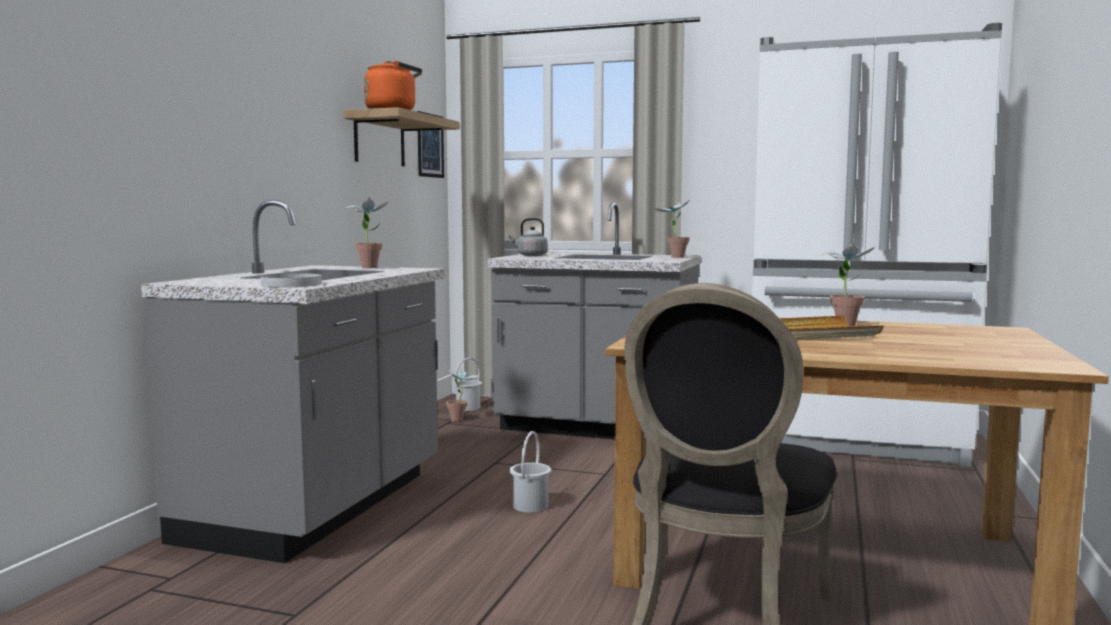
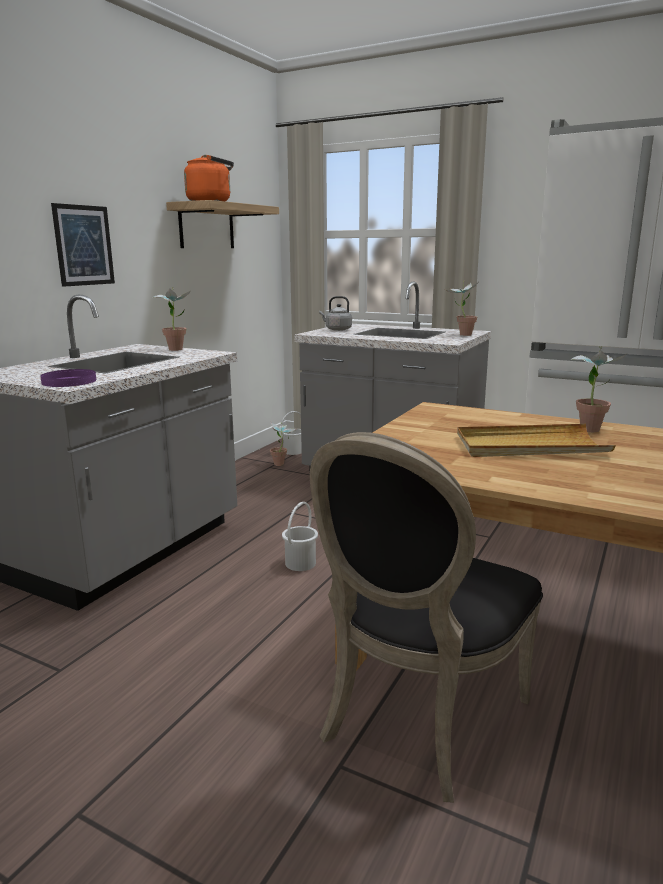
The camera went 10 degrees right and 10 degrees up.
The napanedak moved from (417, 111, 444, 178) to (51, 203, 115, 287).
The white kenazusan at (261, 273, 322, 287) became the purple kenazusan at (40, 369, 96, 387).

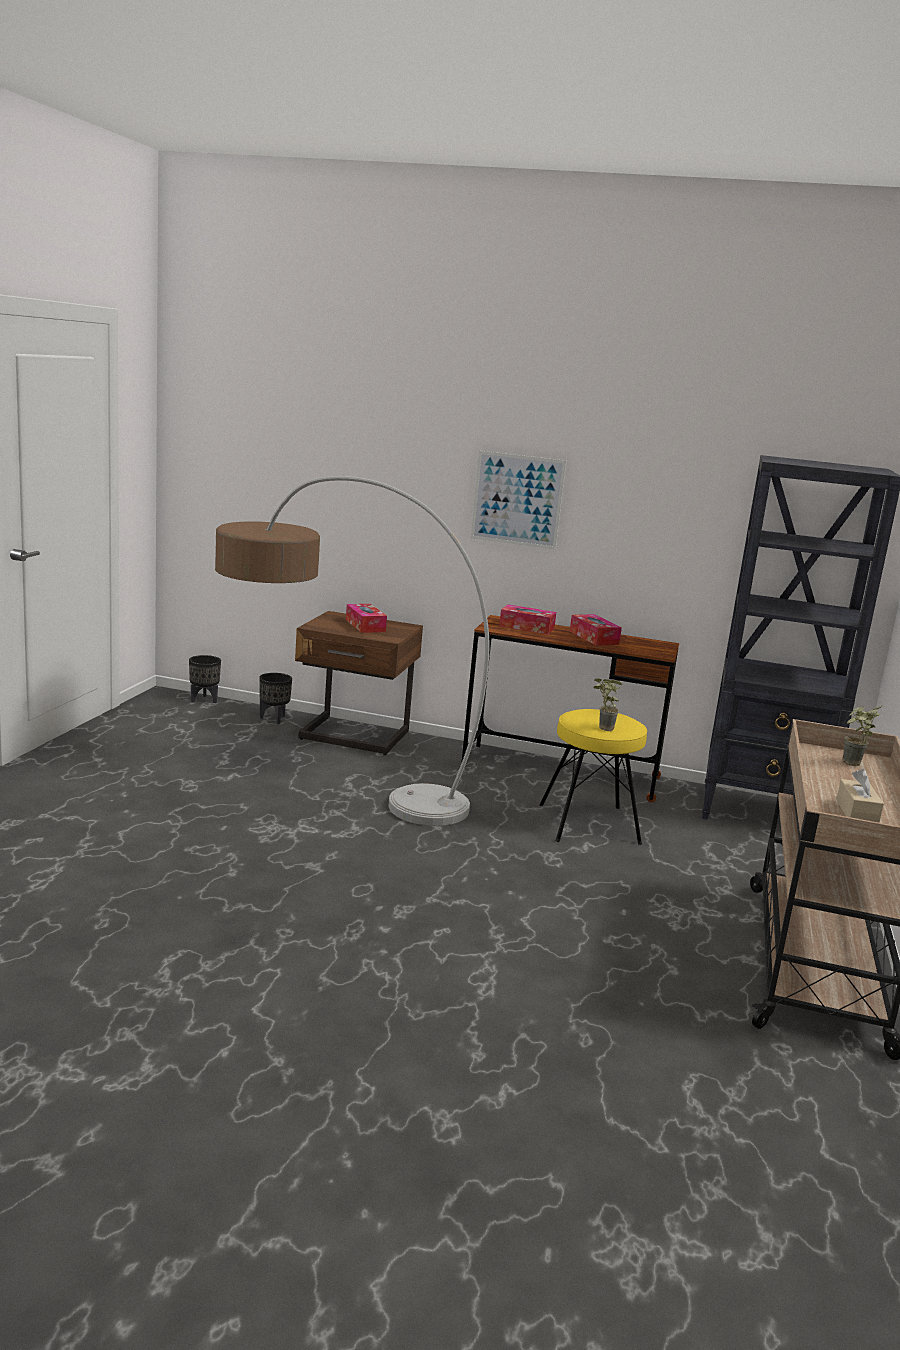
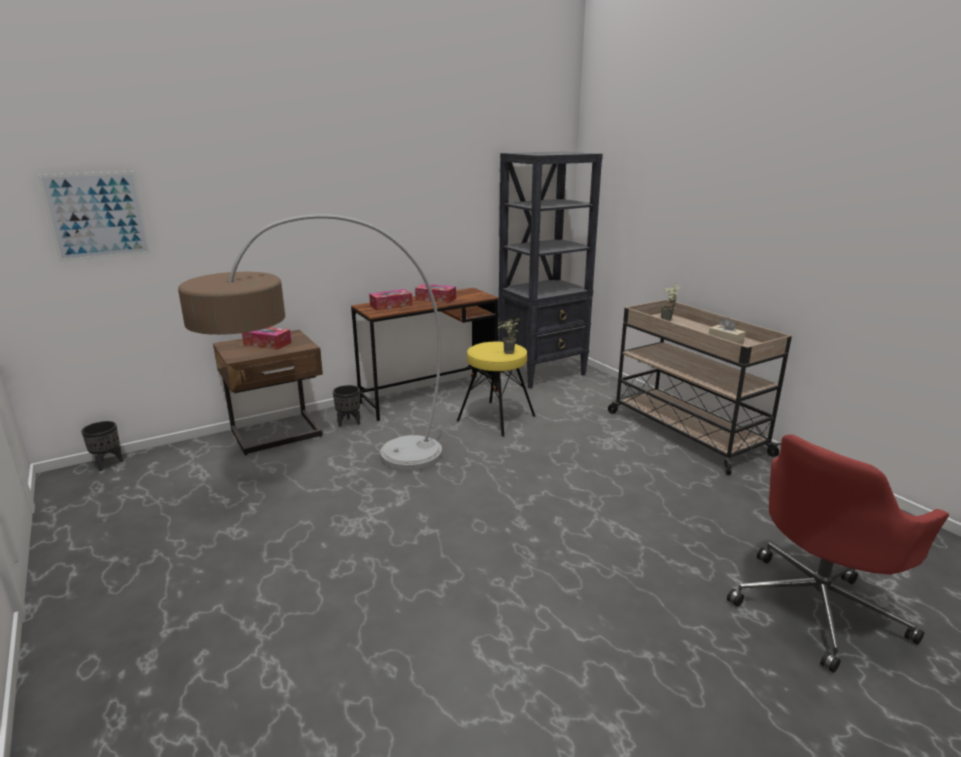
The camera went 45 degrees left and 5 degrees up.
The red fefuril at (727, 434, 949, 673) appeared.
The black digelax moved from (259, 673, 292, 724) to (333, 385, 360, 427).
The napanedak moved from (471, 451, 566, 549) to (38, 172, 151, 262).

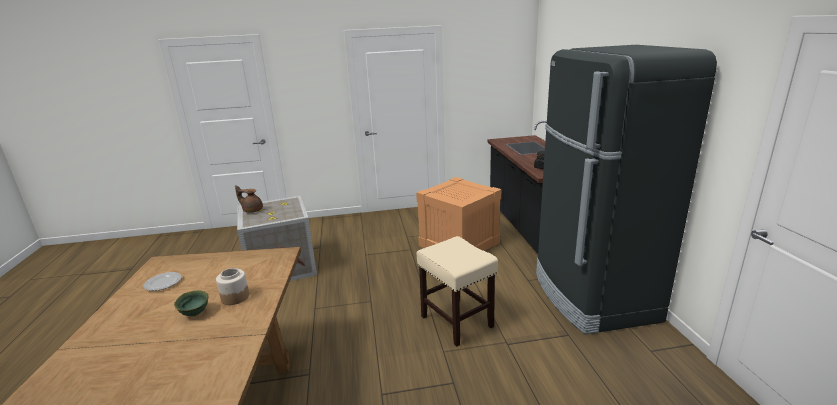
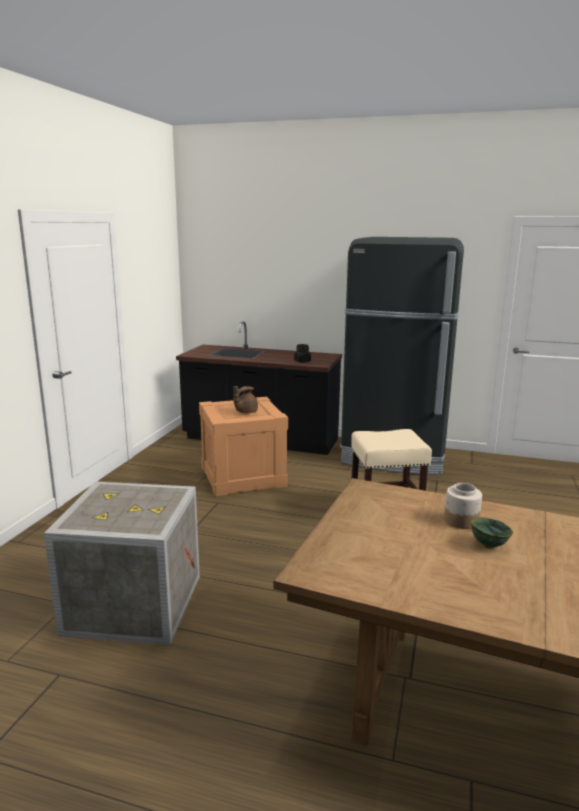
The camera went 65 degrees left and 5 degrees down.
The kenazusan at (143, 272, 182, 291) disappeared.
The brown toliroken moved from (235, 185, 263, 213) to (234, 386, 258, 413).

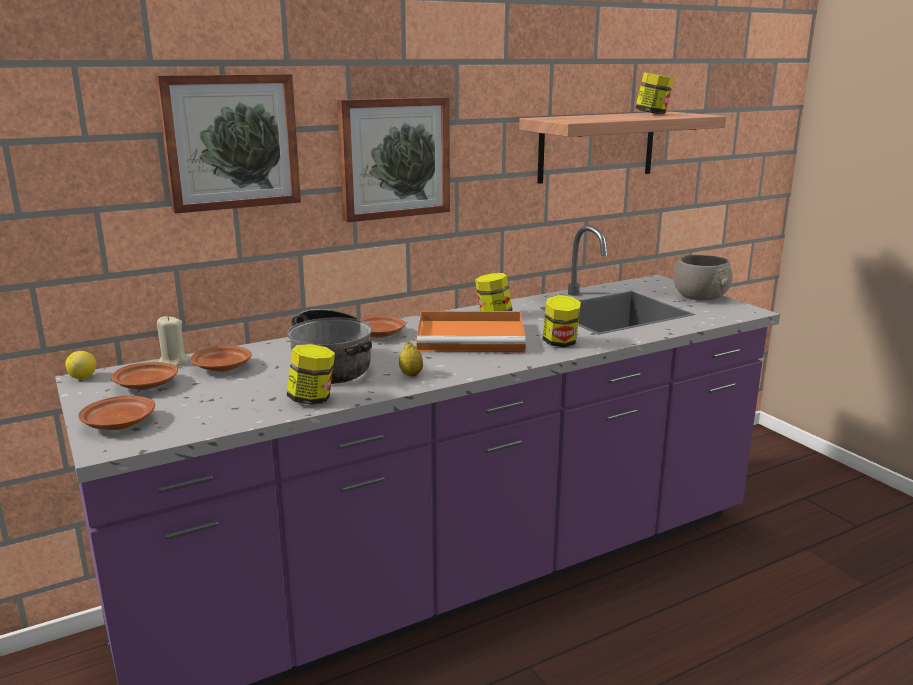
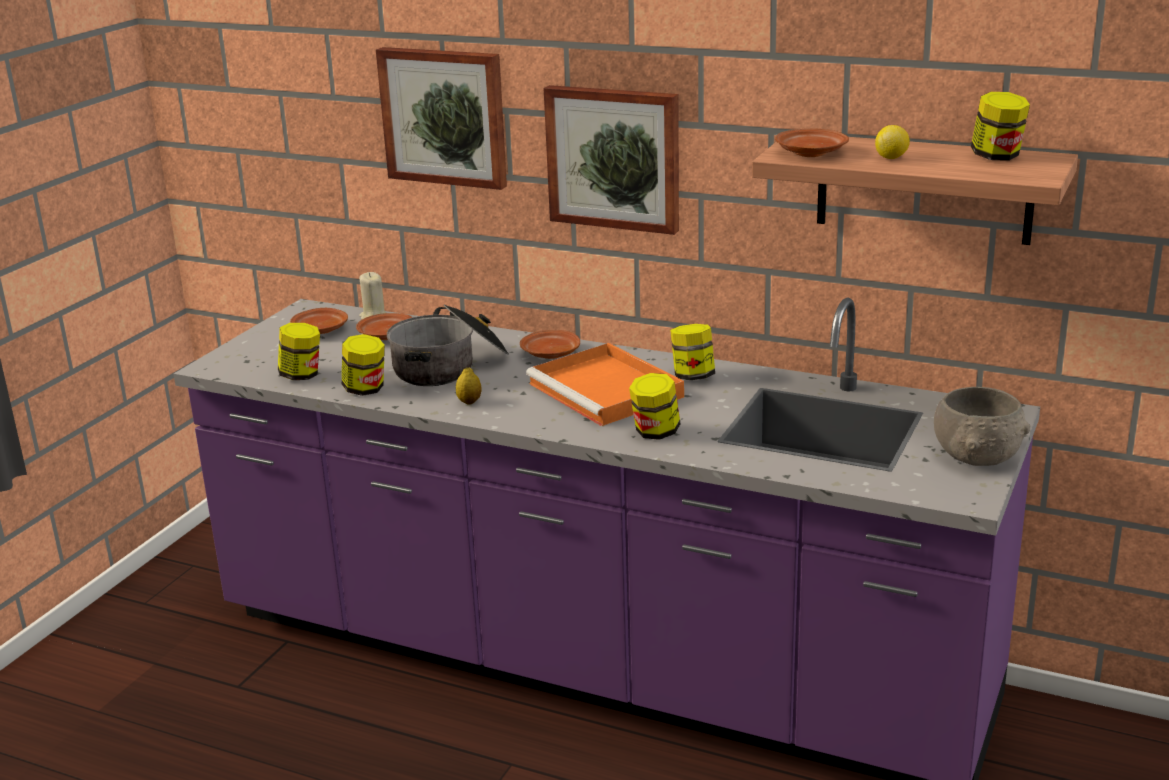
The camera went 55 degrees right and 5 degrees up.
The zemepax at (278, 323, 320, 380) appeared.
The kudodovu moved from (65, 351, 96, 379) to (875, 125, 910, 159).
The brown kenazusan moved from (78, 396, 155, 430) to (775, 129, 849, 157).

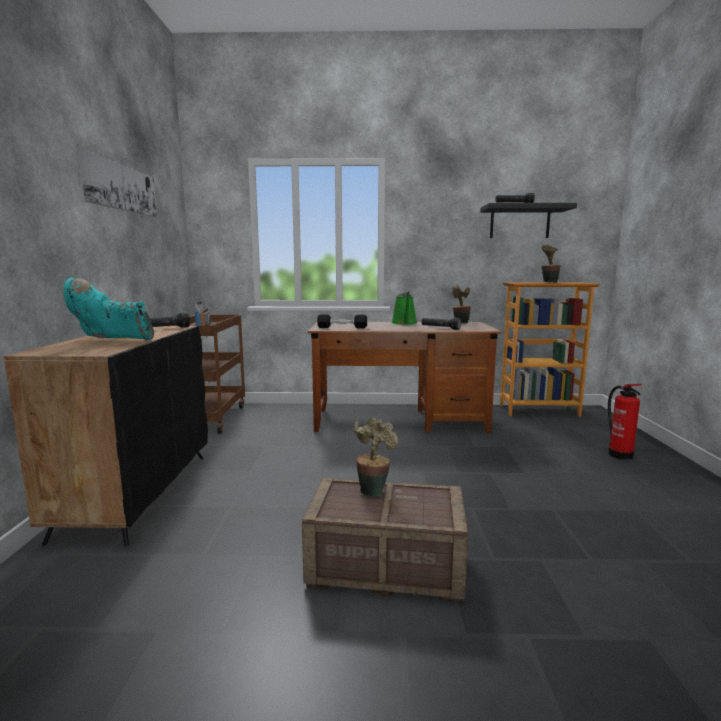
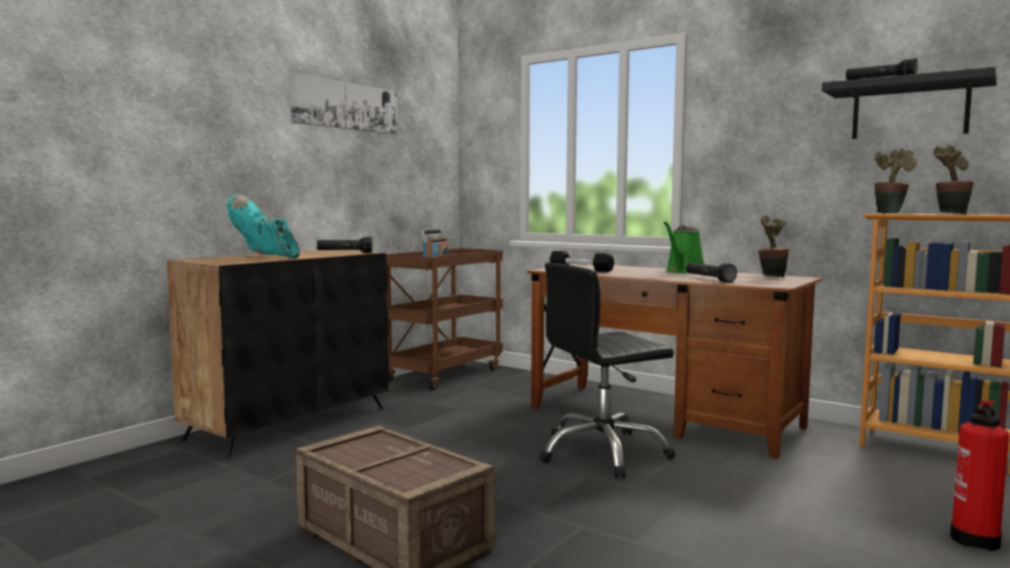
The camera went 35 degrees right and 5 degrees down.
The black fefuril at (539, 263, 675, 478) appeared.
The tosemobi moved from (354, 417, 398, 497) to (875, 148, 917, 214).

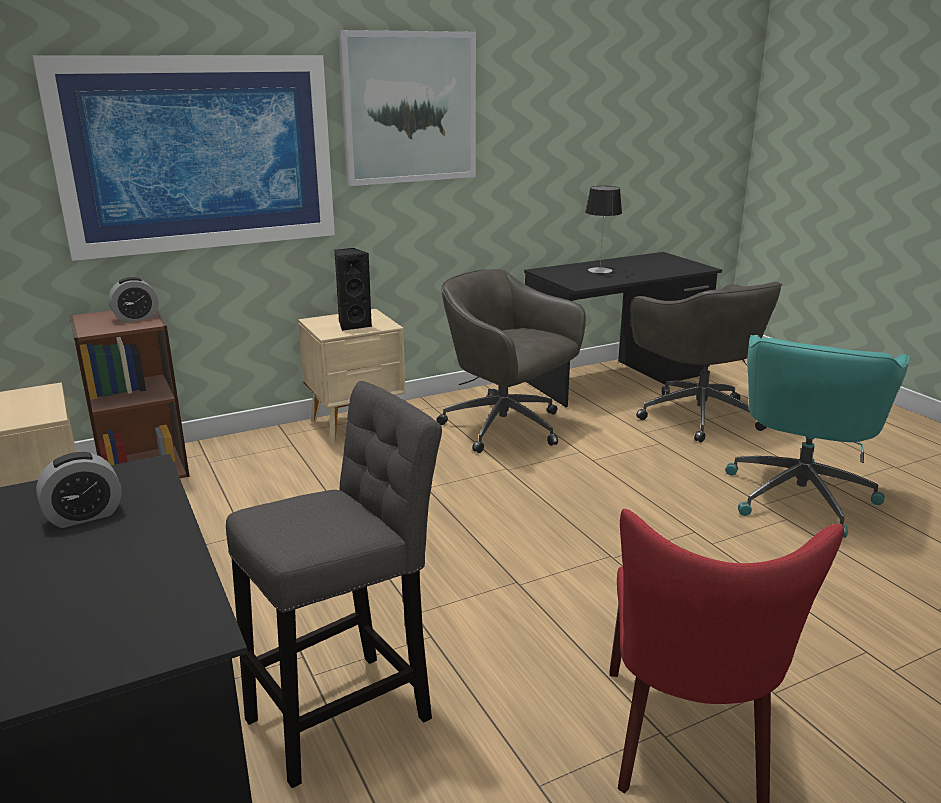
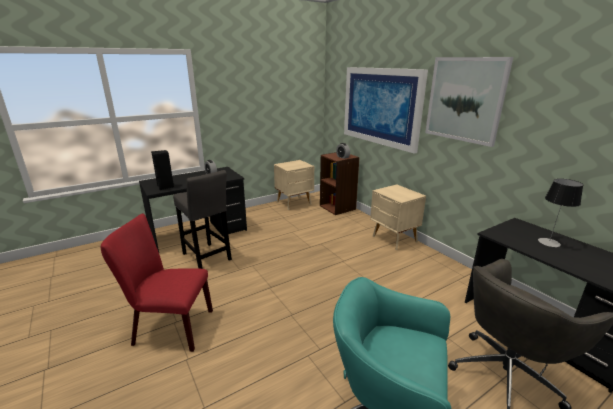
The camera went 85 degrees right and 0 degrees up.
The grey fefuril at (436, 269, 586, 453) disappeared.
The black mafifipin moved from (334, 248, 372, 331) to (151, 150, 174, 190).

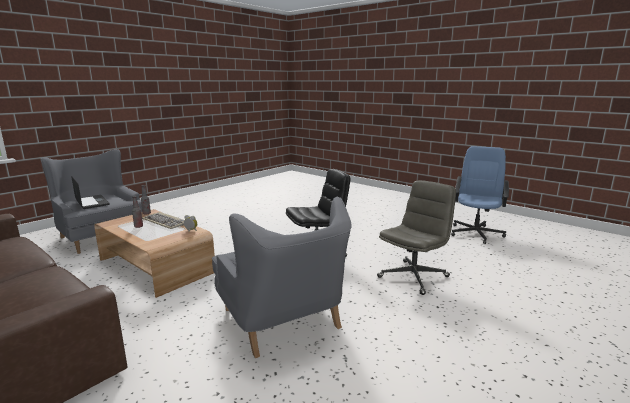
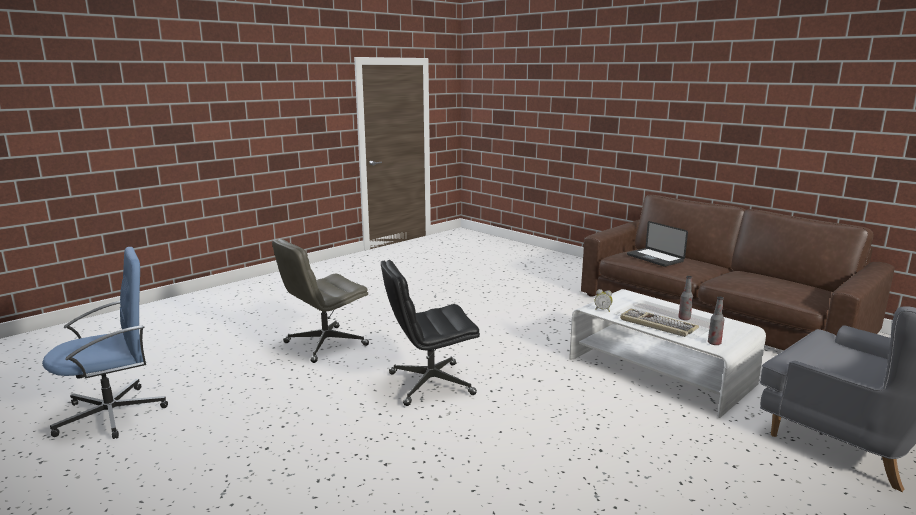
The camera went 175 degrees left and 0 degrees up.
The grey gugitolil at (212, 197, 352, 358) disappeared.
The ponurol moved from (71, 177, 109, 209) to (627, 221, 688, 267).
The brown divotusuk at (94, 209, 215, 298) became the white divotusuk at (569, 289, 766, 418).
The blue fefuril at (451, 146, 509, 244) turned 150 degrees counterclockwise.

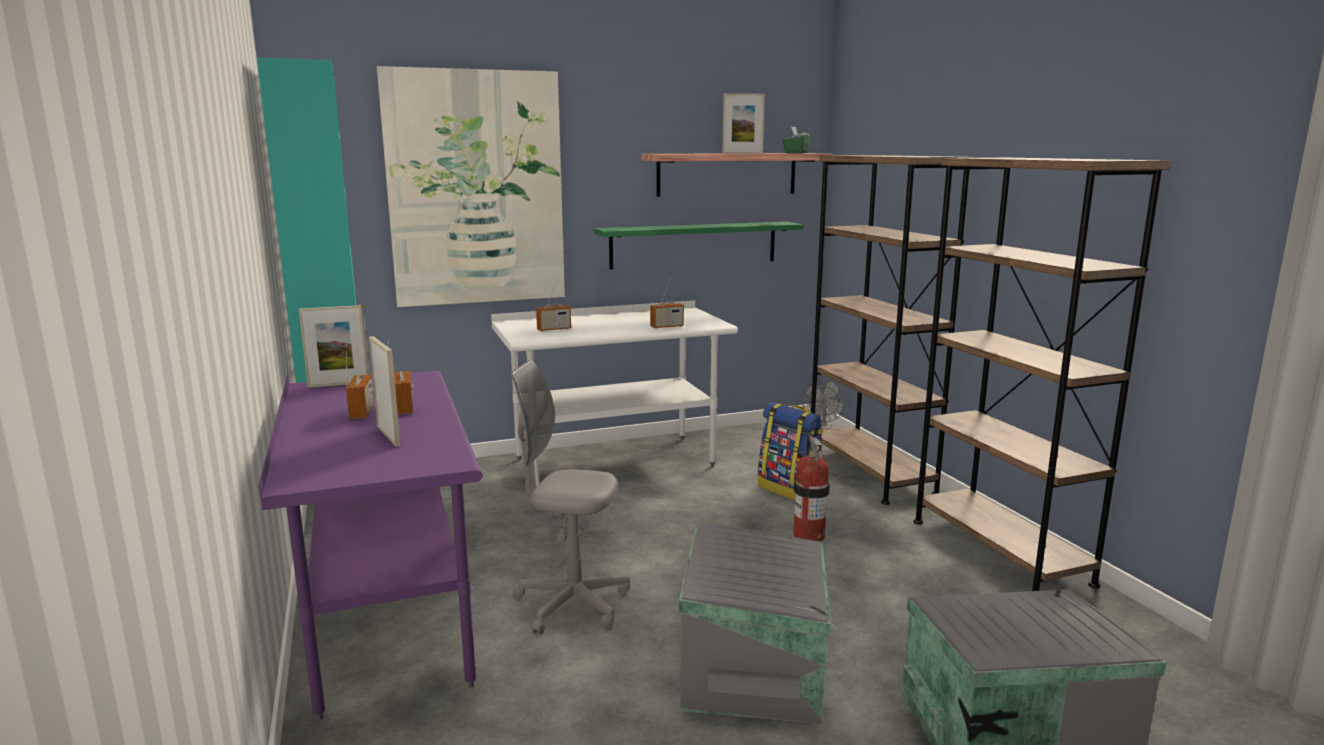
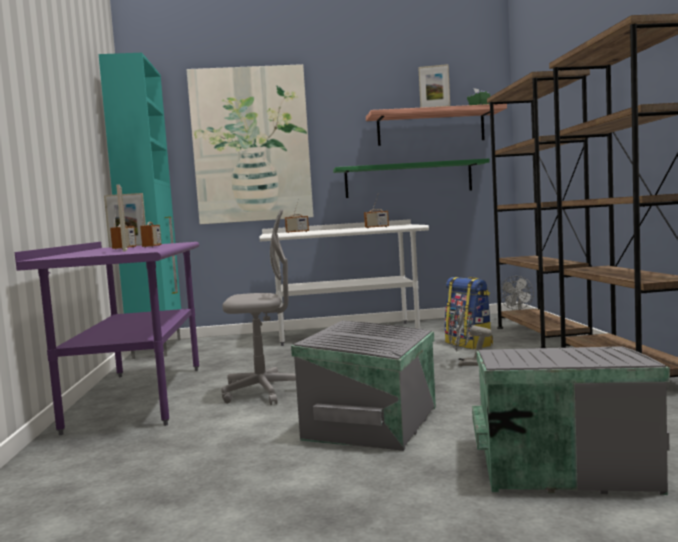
The camera went 15 degrees right and 10 degrees down.
The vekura at (793, 435, 829, 542) was replaced by the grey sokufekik at (448, 306, 492, 366).
The grey fefuril at (511, 360, 630, 635) turned 150 degrees clockwise.

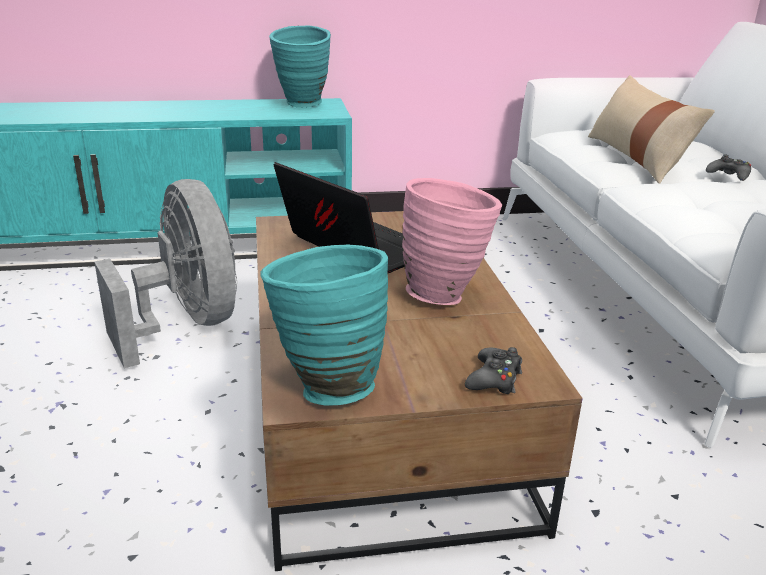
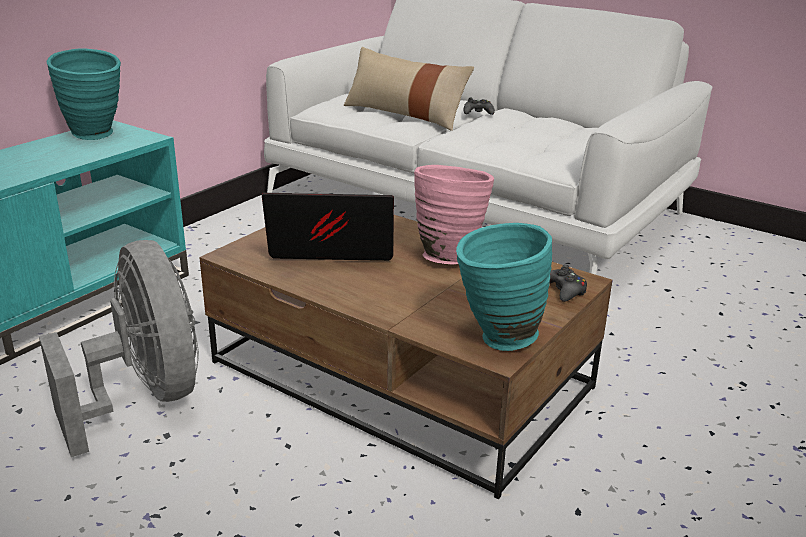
The camera went 45 degrees left and 0 degrees up.
The grey sokufekik at (94, 179, 237, 368) turned 45 degrees clockwise.

